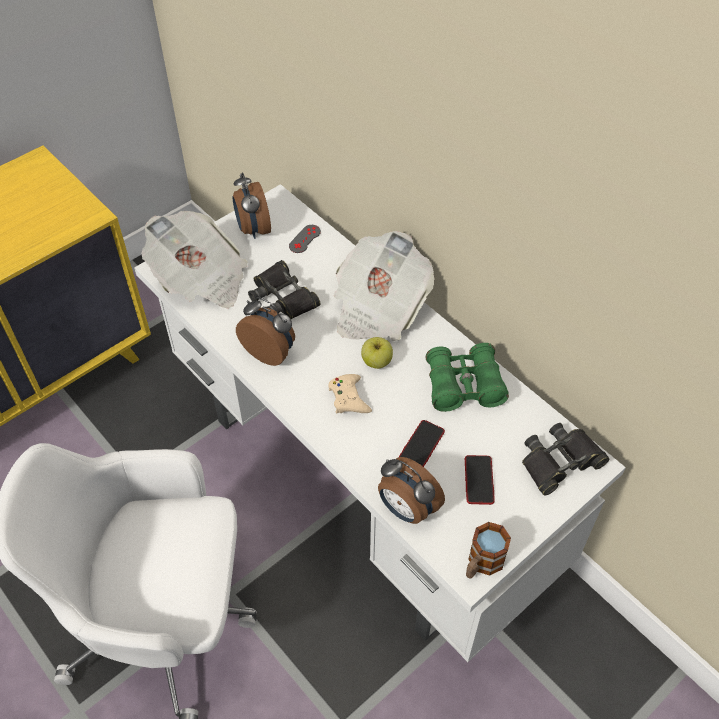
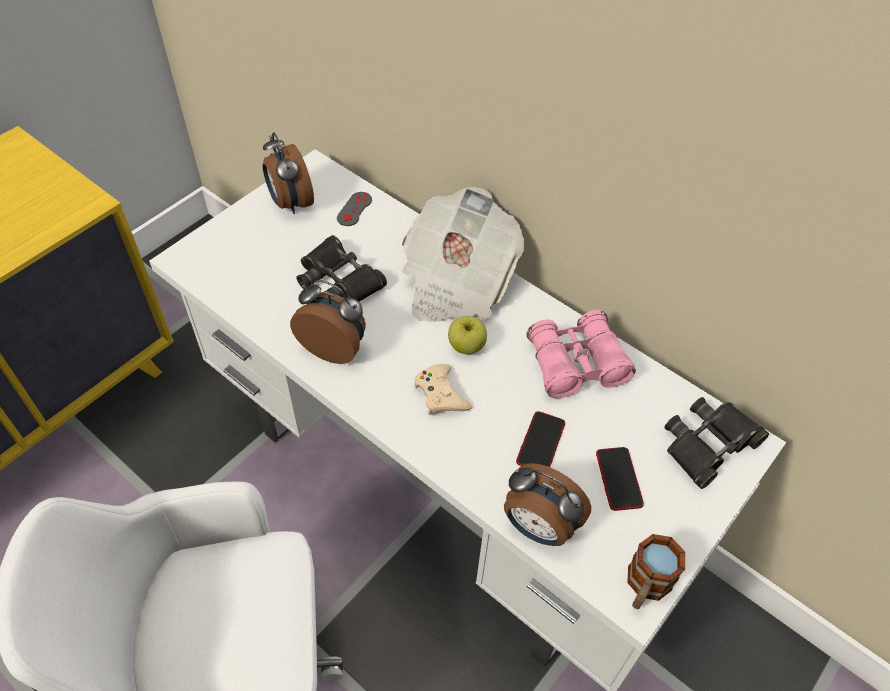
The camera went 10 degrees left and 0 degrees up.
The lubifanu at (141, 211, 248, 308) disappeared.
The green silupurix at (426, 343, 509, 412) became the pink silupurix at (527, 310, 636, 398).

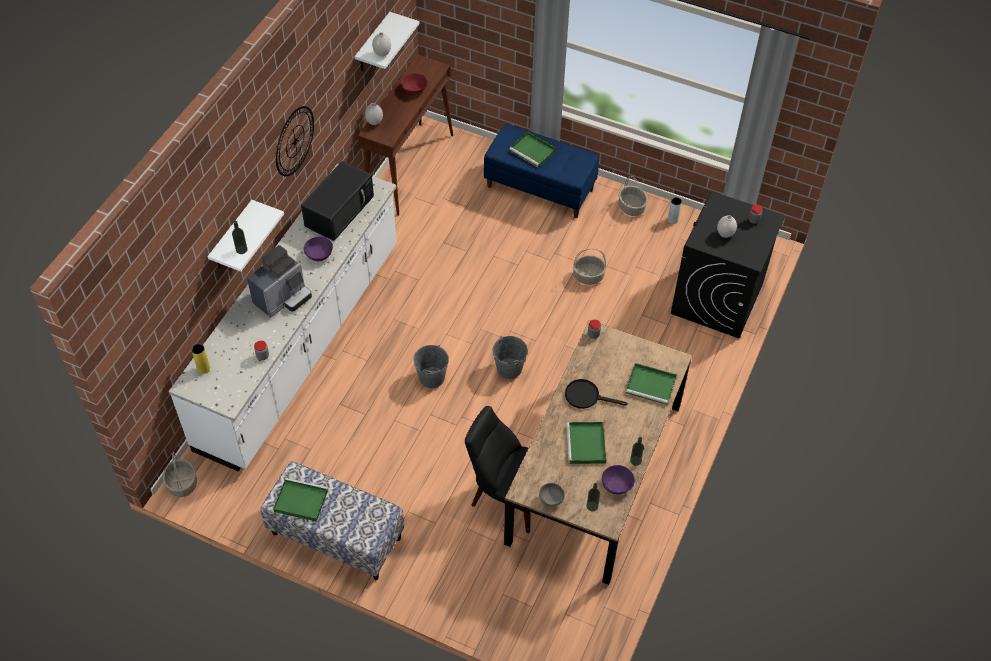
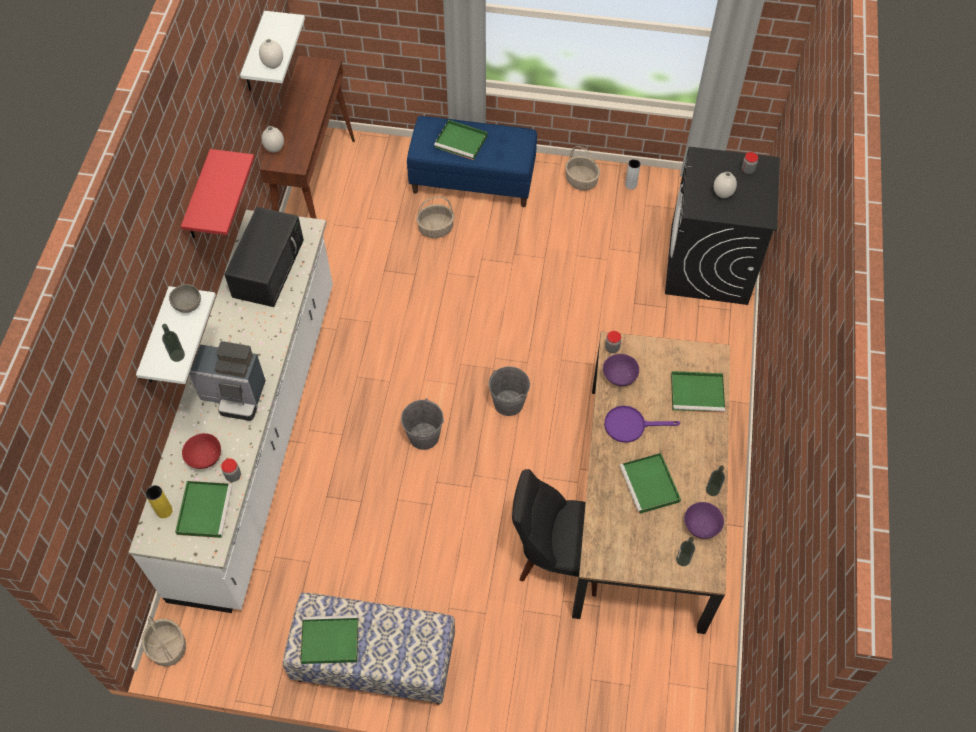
The camera went 15 degrees left and 5 degrees up.
The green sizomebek at (175, 481, 232, 538) appeared.
The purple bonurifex moved from (304, 237, 333, 261) to (603, 354, 639, 386).
The red bonurifex moved from (401, 73, 427, 94) to (182, 433, 221, 469).
The grey bonurifex moved from (539, 483, 564, 507) to (169, 284, 201, 313).
The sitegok moved from (573, 249, 607, 285) to (416, 197, 454, 238).
The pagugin at (276, 106, 314, 177) was replaced by the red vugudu at (181, 149, 254, 239).
The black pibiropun at (565, 379, 628, 409) became the purple pibiropun at (604, 406, 680, 443).
The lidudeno at (247, 245, 312, 318) turned 75 degrees clockwise.

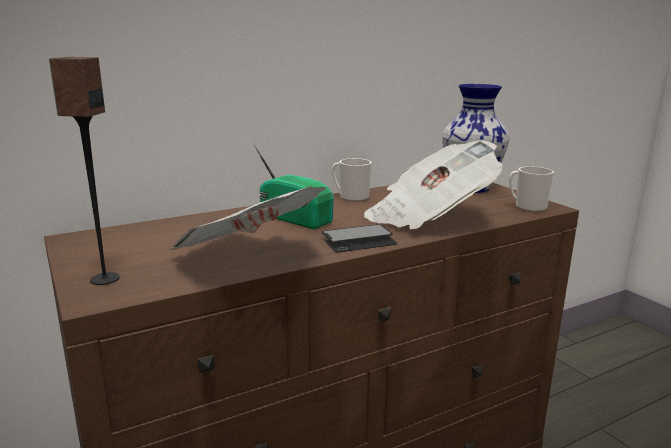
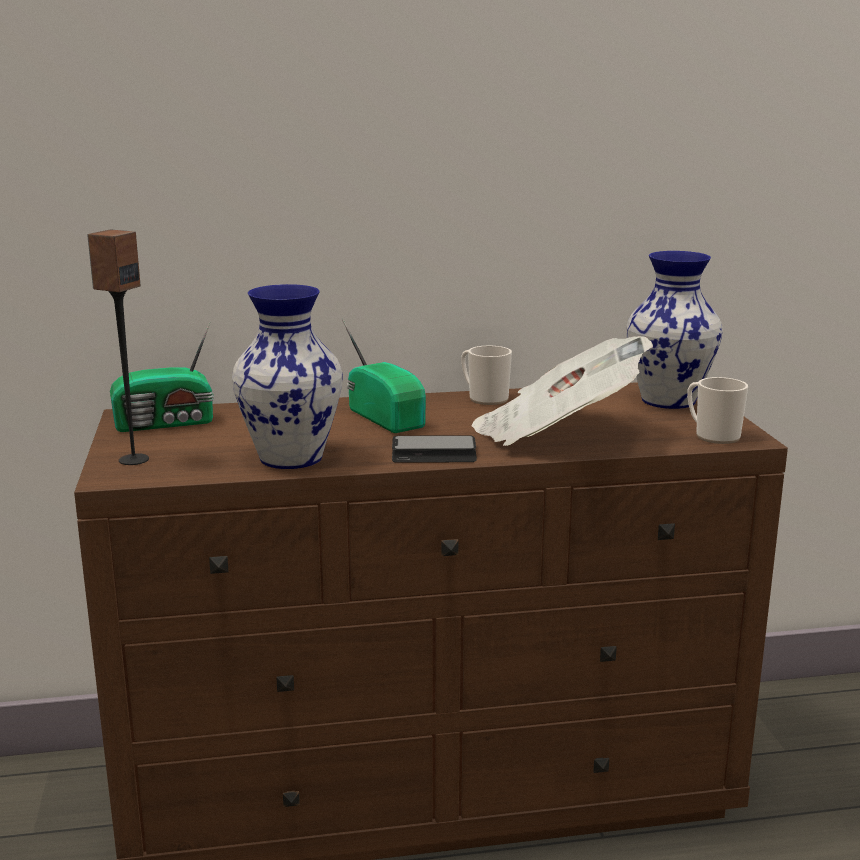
The camera went 20 degrees right and 0 degrees up.
The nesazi at (110, 322, 214, 432) appeared.
The lubifanu at (170, 186, 326, 250) was replaced by the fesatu at (232, 284, 343, 469).

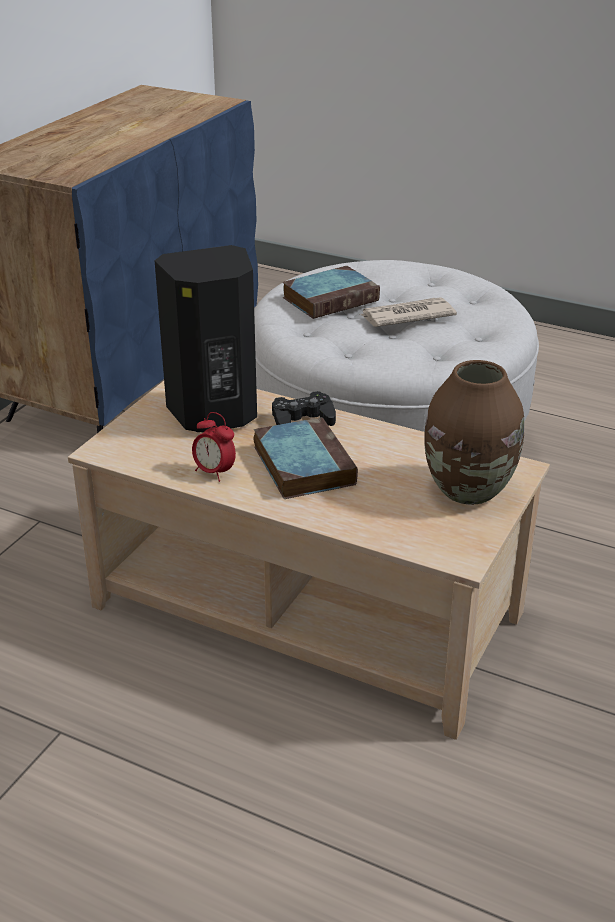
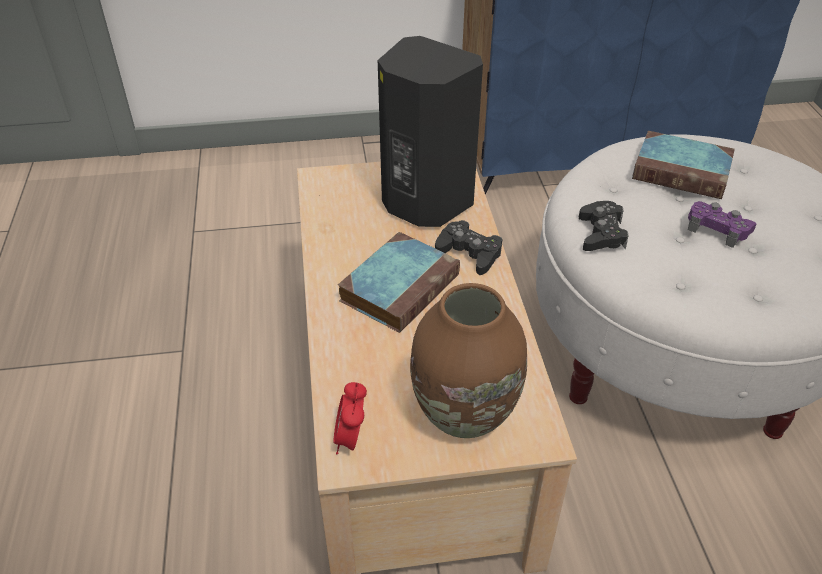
The camera went 55 degrees right and 10 degrees up.
The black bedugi at (579, 201, 629, 251) appeared.
The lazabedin moved from (192, 412, 236, 482) to (333, 382, 367, 454).
The lubifanu at (359, 297, 457, 327) was replaced by the purple bedugi at (688, 201, 756, 248).

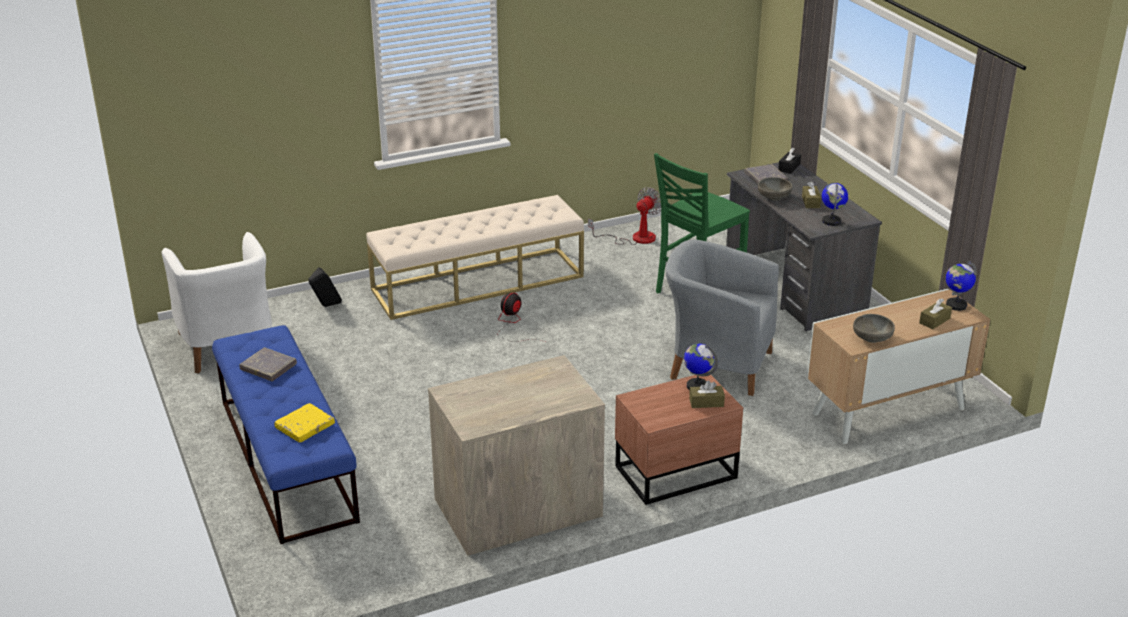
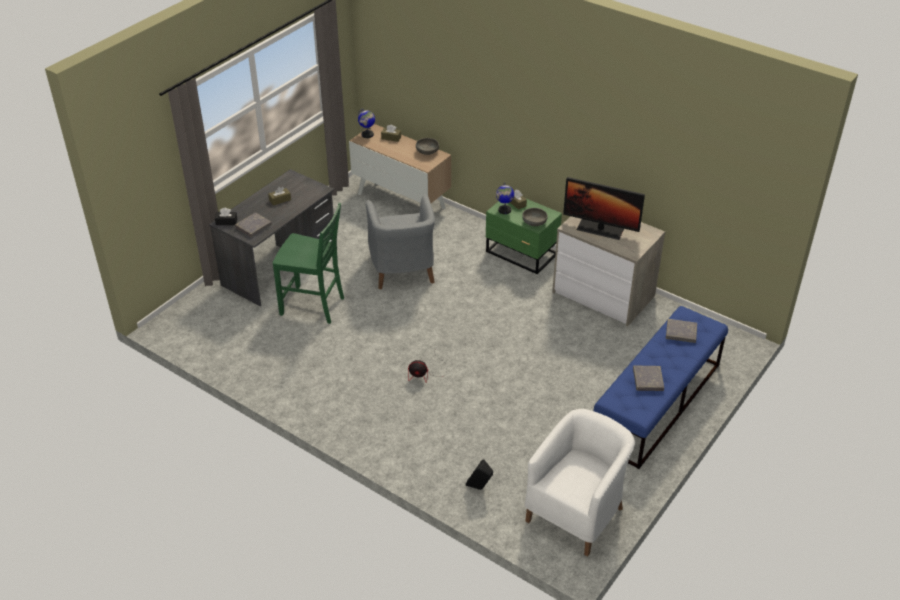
The camera went 120 degrees left and 10 degrees up.
The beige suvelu at (366, 195, 584, 320) disappeared.
The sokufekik at (588, 187, 661, 245) disappeared.
The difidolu at (822, 183, 849, 226) disappeared.
The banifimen at (563, 177, 645, 240) appeared.
The grey bonurifex moved from (758, 177, 792, 200) to (522, 208, 548, 226).
The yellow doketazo at (274, 403, 335, 443) became the grey doketazo at (666, 319, 697, 343).
The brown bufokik at (615, 372, 743, 505) became the green bufokik at (486, 198, 562, 274).

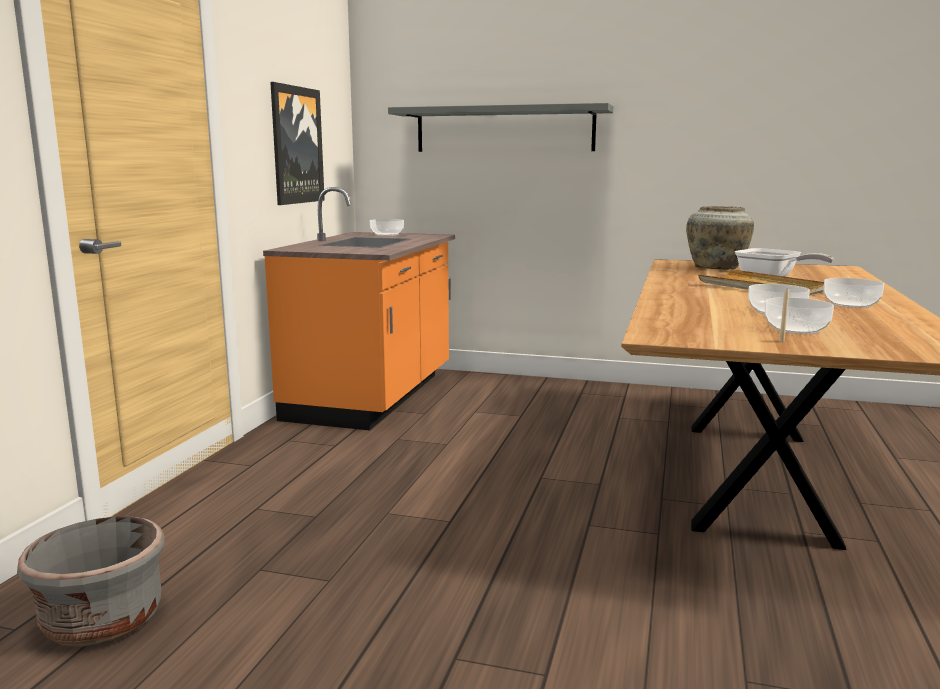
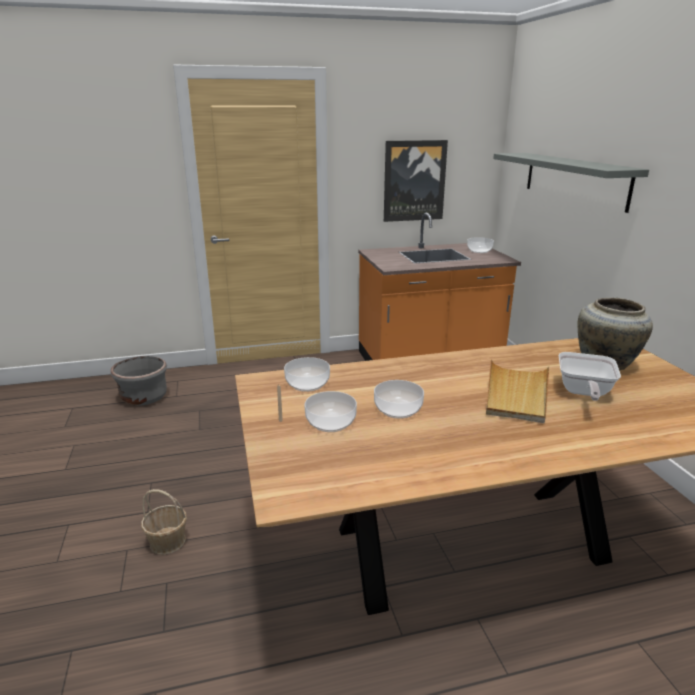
The camera went 60 degrees right and 10 degrees up.
The sitegok at (141, 489, 187, 555) appeared.
The bonurifex moved from (824, 278, 884, 308) to (284, 357, 330, 392).

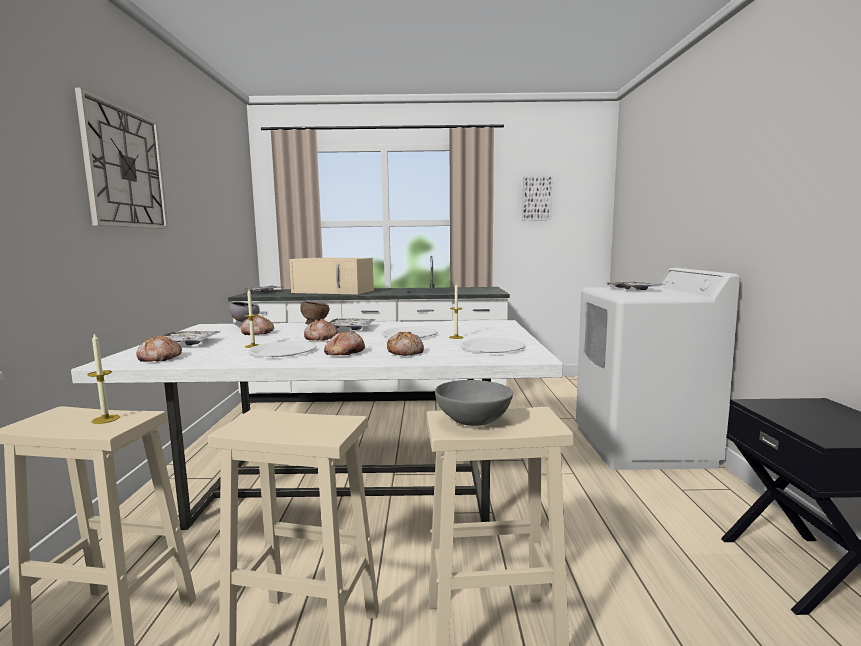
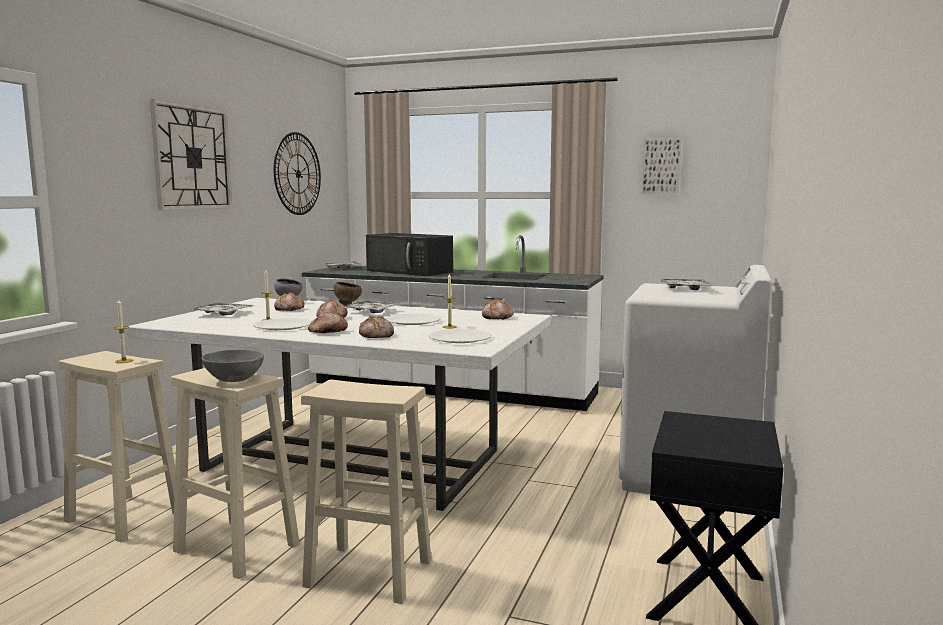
The camera went 20 degrees right and 0 degrees up.
The pagugin at (274, 132, 321, 215) appeared.
The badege moved from (136, 335, 182, 362) to (482, 299, 514, 319).
The grey bonurifex moved from (435, 380, 513, 426) to (201, 350, 264, 382).
The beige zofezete at (289, 258, 374, 294) became the black zofezete at (366, 233, 453, 276).

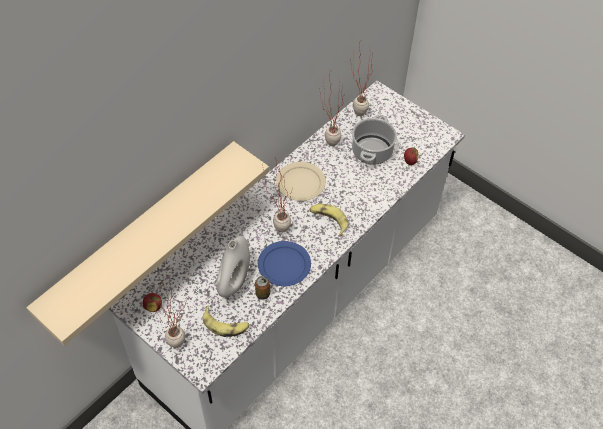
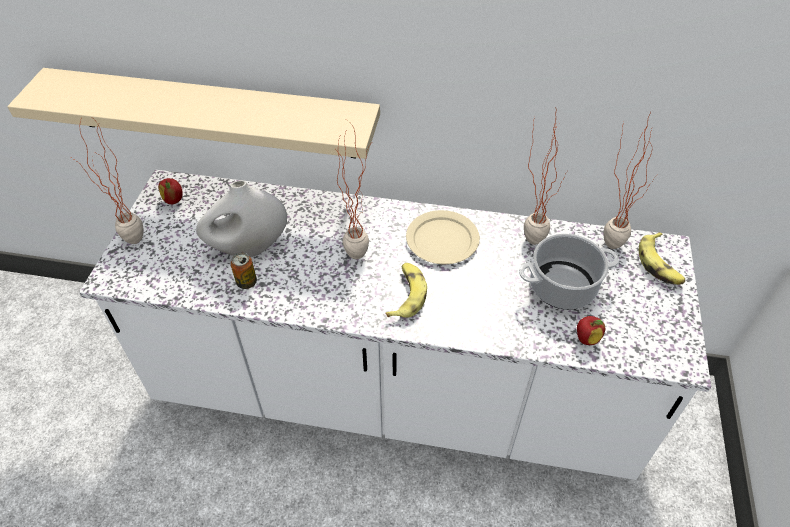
The camera went 60 degrees right and 5 degrees down.
The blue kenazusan at (258, 241, 311, 286) disappeared.
The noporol moved from (203, 305, 249, 337) to (639, 232, 685, 285).

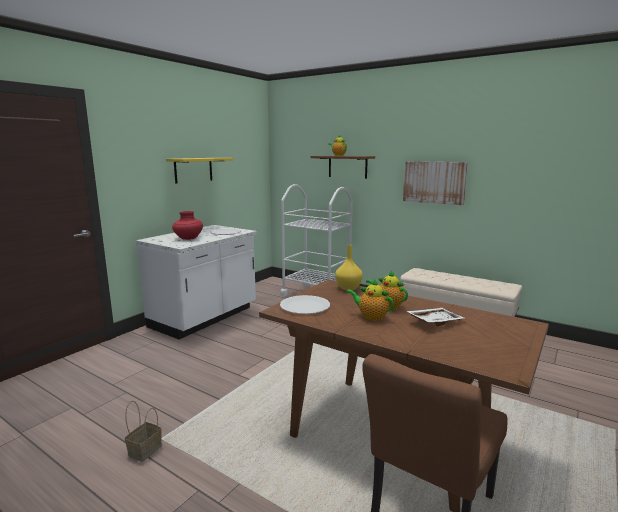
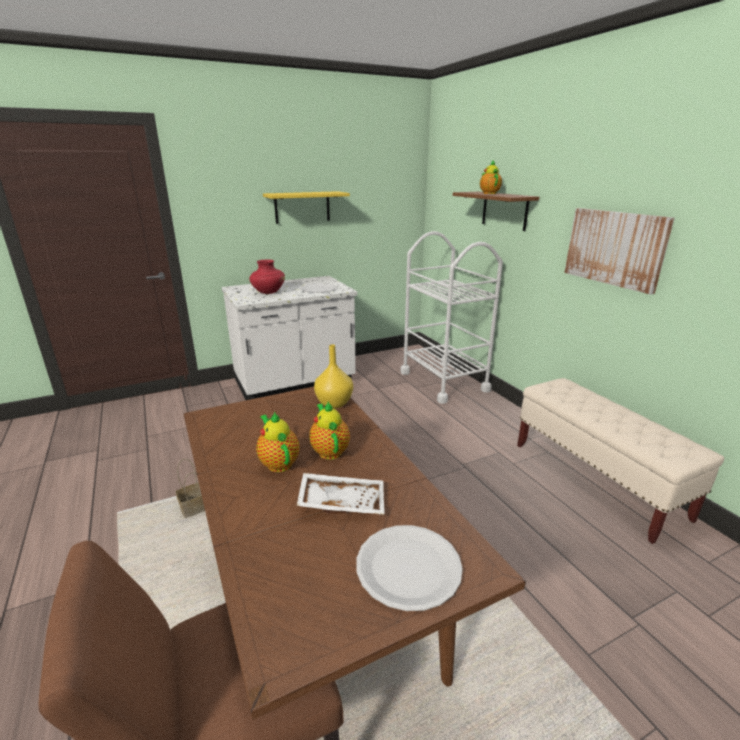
The camera went 30 degrees right and 10 degrees up.
The sitegok moved from (125, 401, 162, 462) to (175, 459, 205, 518).
The white kenazusan moved from (280, 295, 330, 314) to (356, 525, 463, 611).

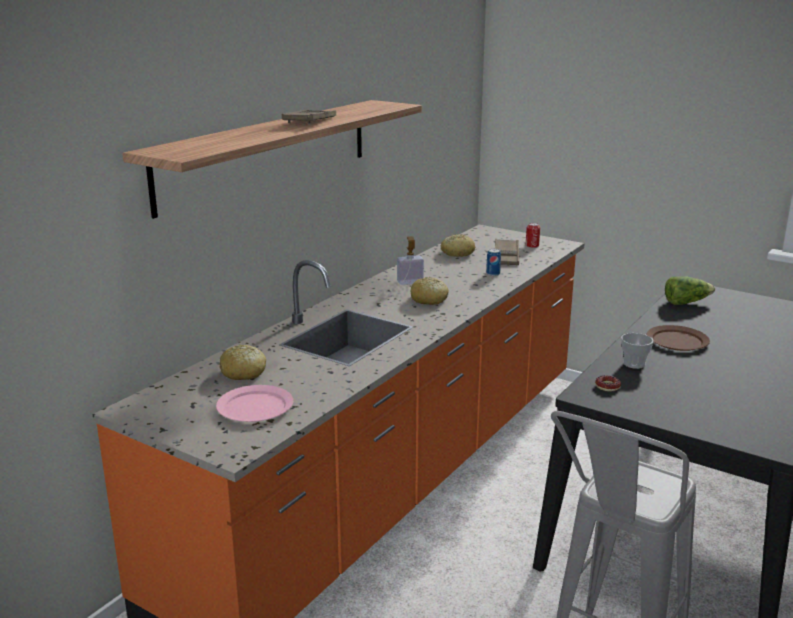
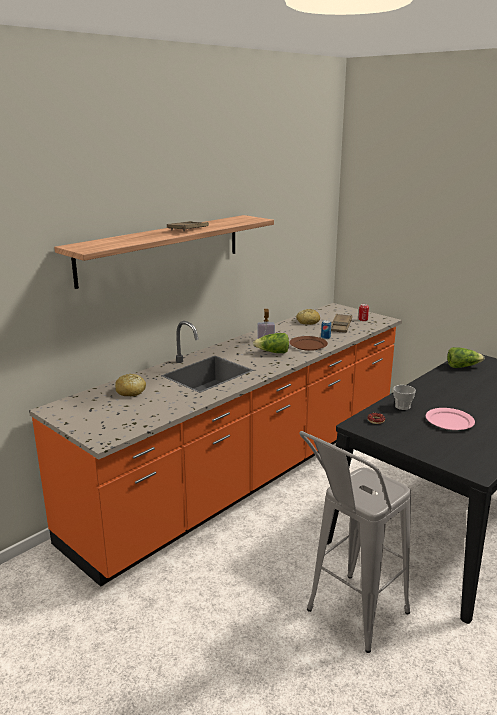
The camera went 10 degrees right and 0 degrees up.
The pink kenazusan moved from (216, 385, 293, 422) to (426, 408, 475, 430).
The brown kenazusan moved from (647, 325, 710, 351) to (289, 336, 328, 351).
The badege at (410, 277, 449, 305) was replaced by the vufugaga at (253, 333, 289, 353).

